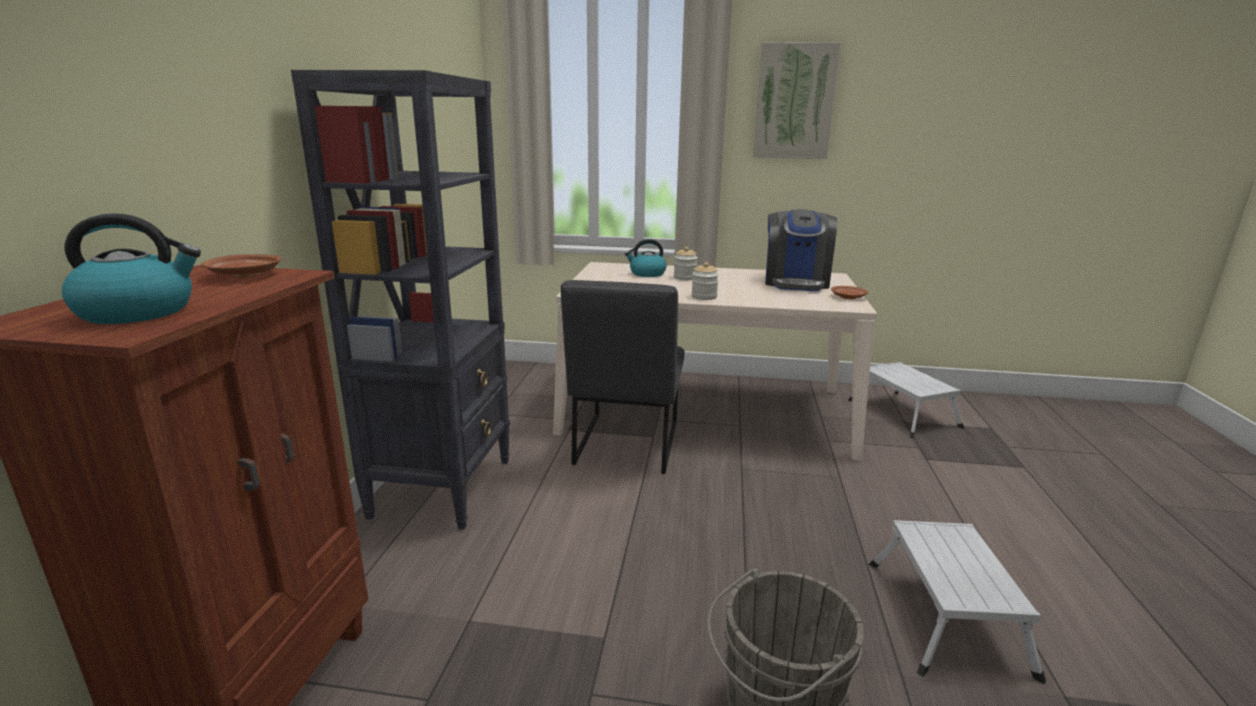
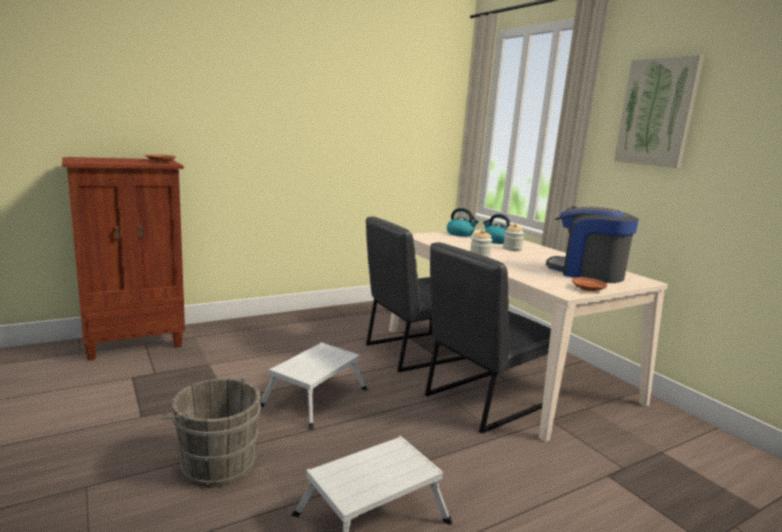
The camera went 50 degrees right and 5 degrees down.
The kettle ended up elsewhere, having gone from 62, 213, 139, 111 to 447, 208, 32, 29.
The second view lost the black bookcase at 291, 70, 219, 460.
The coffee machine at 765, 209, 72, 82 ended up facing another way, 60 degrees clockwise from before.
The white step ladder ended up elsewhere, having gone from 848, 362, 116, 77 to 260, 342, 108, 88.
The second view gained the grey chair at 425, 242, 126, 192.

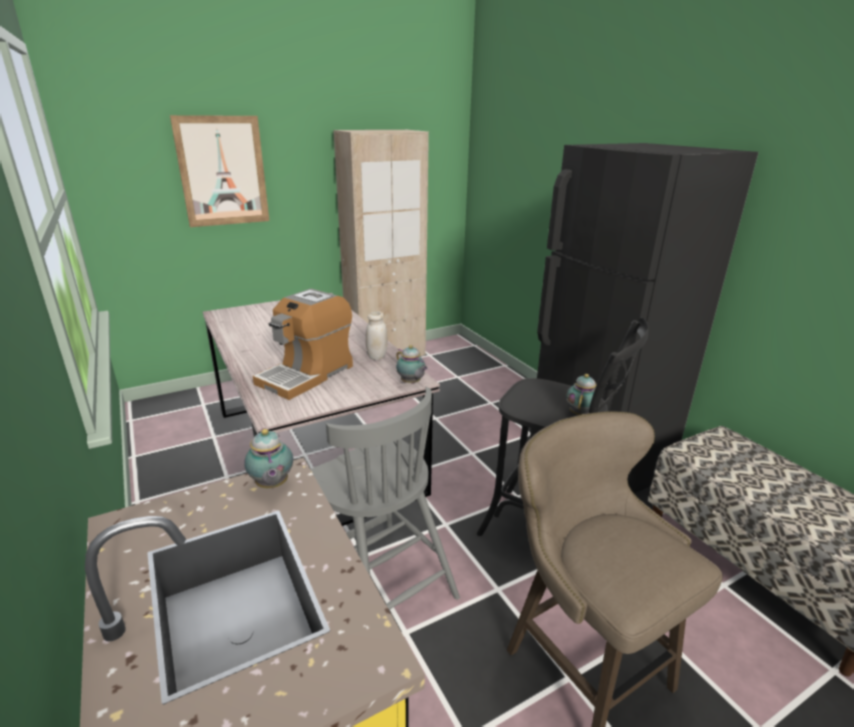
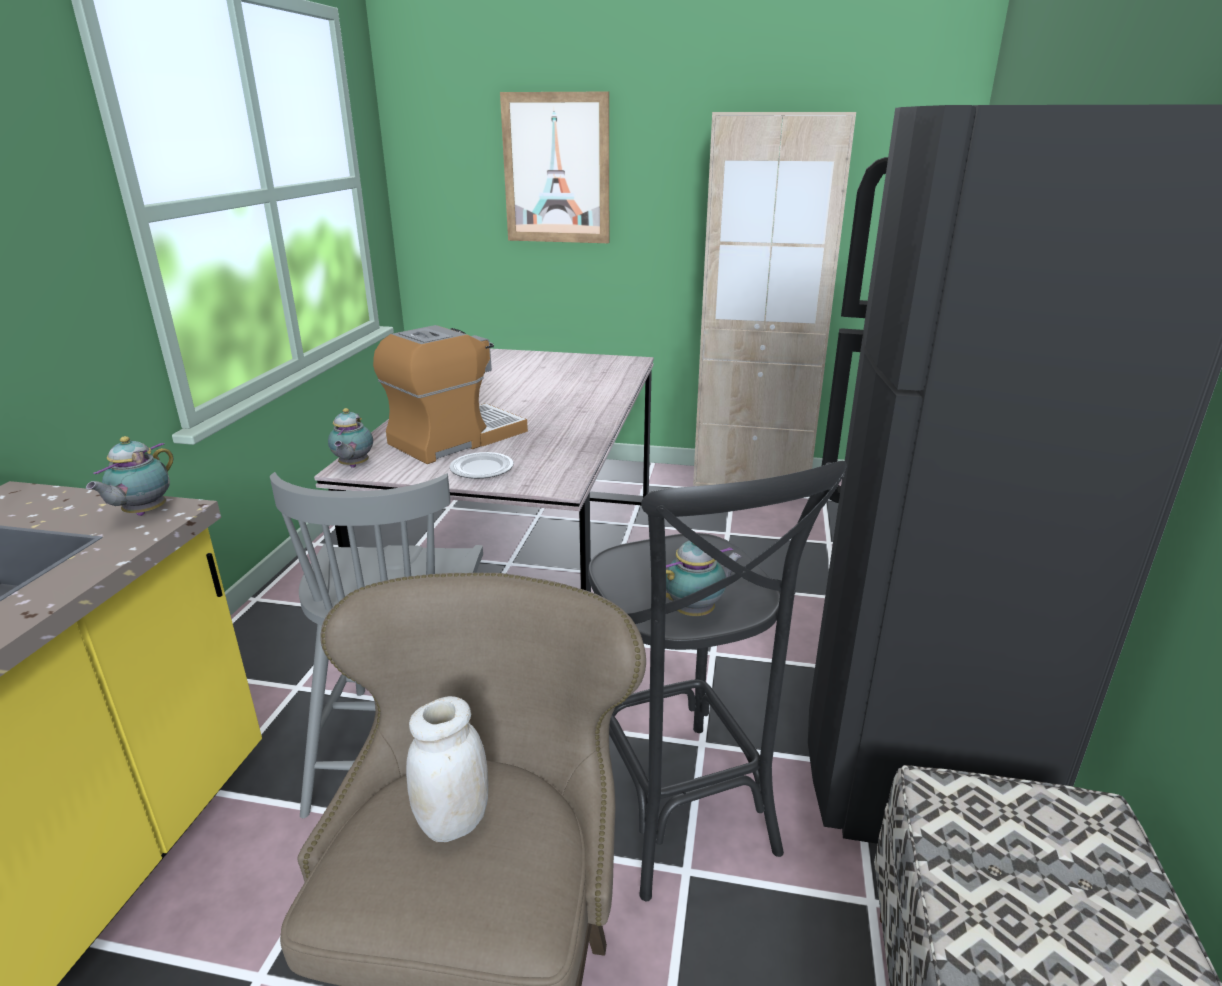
The camera went 40 degrees right and 0 degrees up.
The coffee machine at 253, 289, 100, 111 ended up facing another way, 150 degrees clockwise from before.
The white jar ended up elsewhere, having gone from 366, 311, 22, 49 to 406, 696, 82, 146.
The teapot ended up elsewhere, having gone from 396, 345, 32, 39 to 328, 408, 45, 60.
The second view gained the plate at 450, 452, 64, 27.

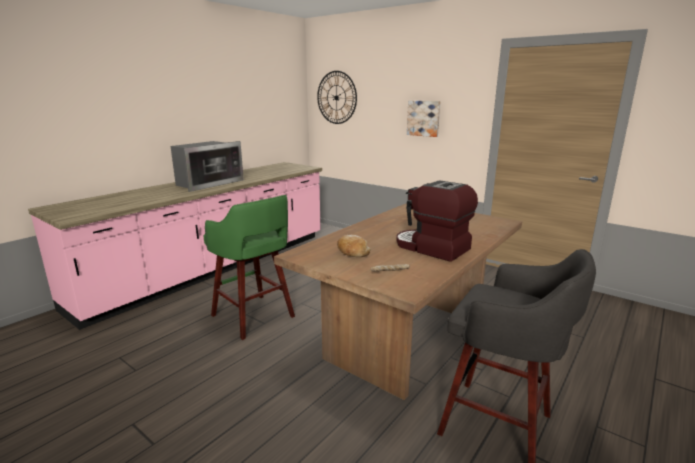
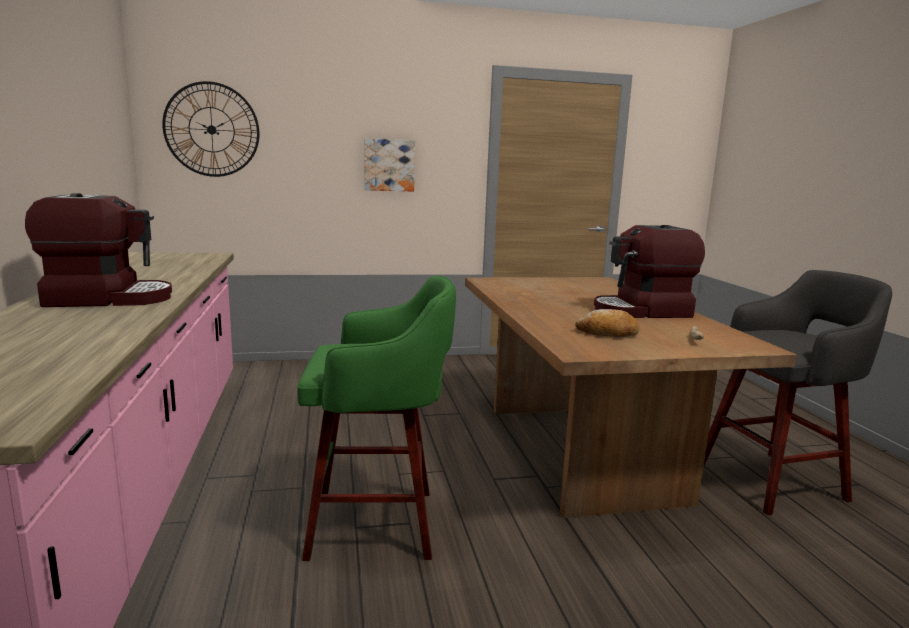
The camera went 50 degrees left and 5 degrees down.
Where the microwave stood at 170, 141, 74, 51, the coffee machine came to stand at 25, 193, 147, 114.

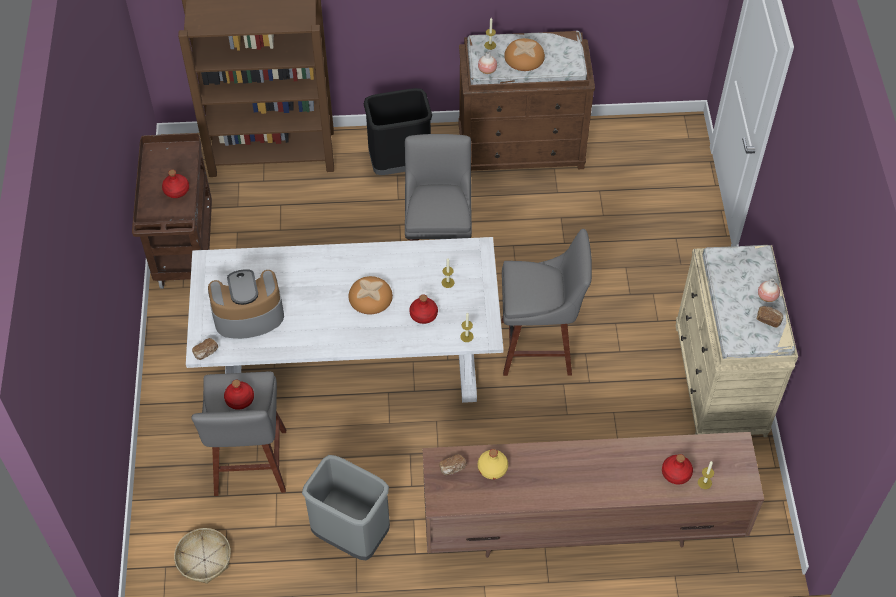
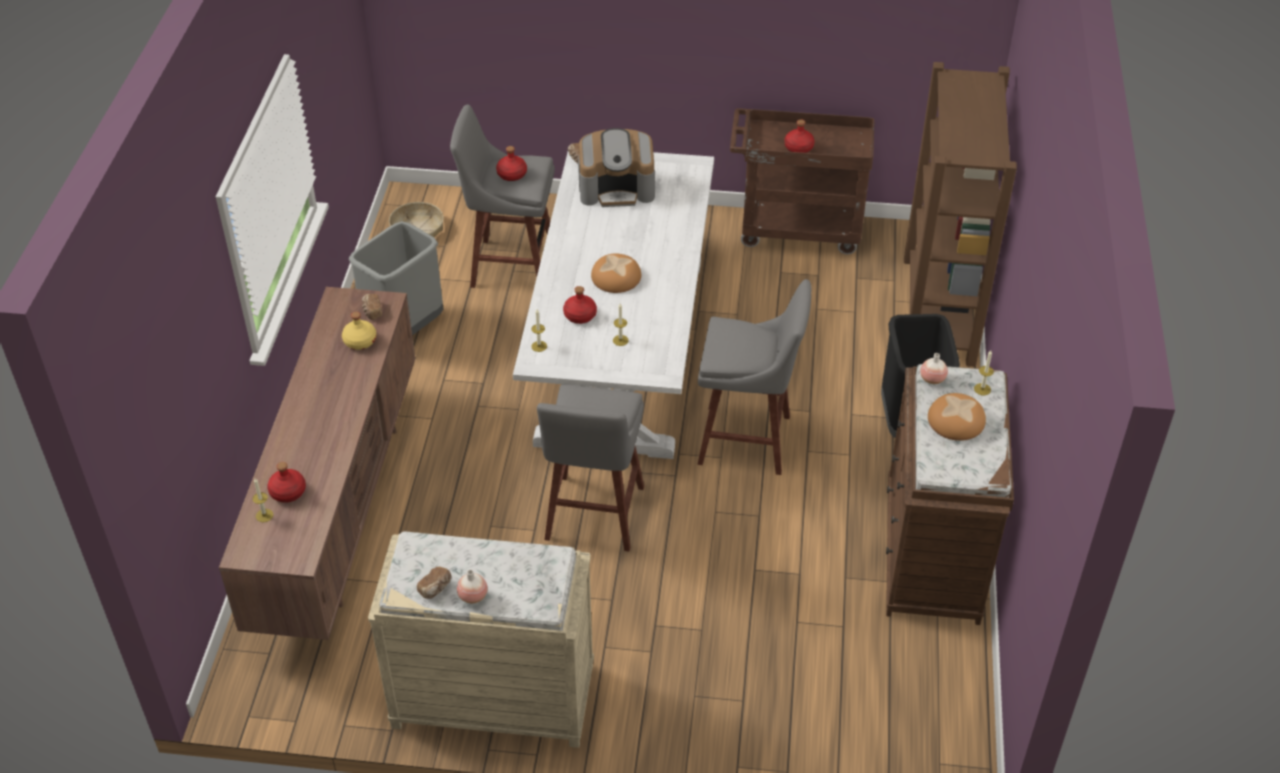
The camera went 100 degrees right and 10 degrees down.
The coffee machine at 208, 269, 76, 70 ended up facing another way, 90 degrees clockwise from before.

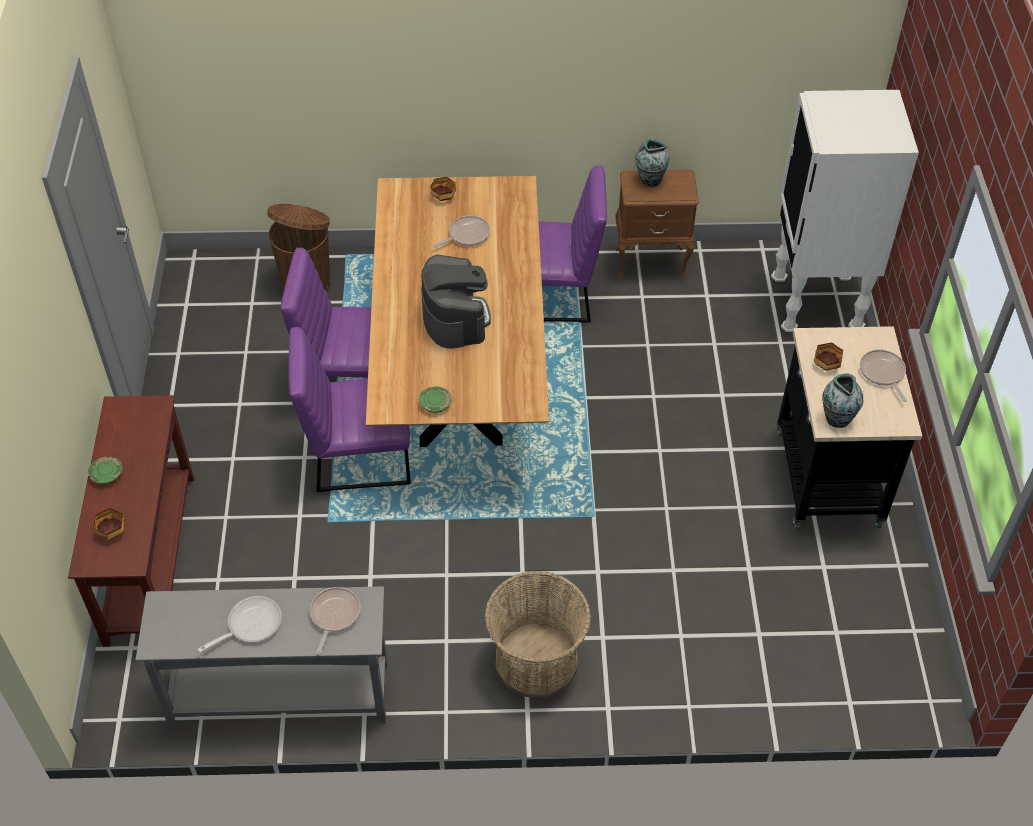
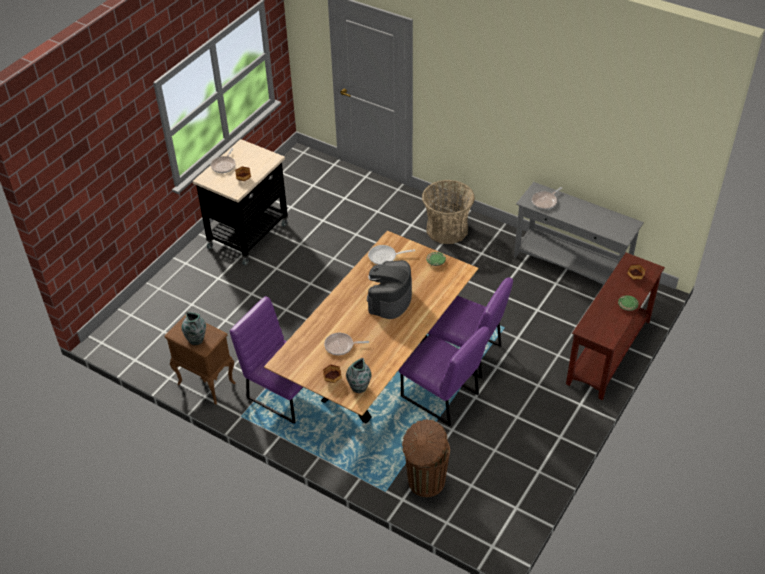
The camera went 145 degrees left and 5 degrees down.
The frying pan ended up elsewhere, having gone from 198, 596, 84, 56 to 368, 245, 47, 20.
The second view lost the white cabinet at 771, 90, 148, 242.
The vase ended up elsewhere, having gone from 822, 373, 41, 55 to 346, 358, 26, 35.

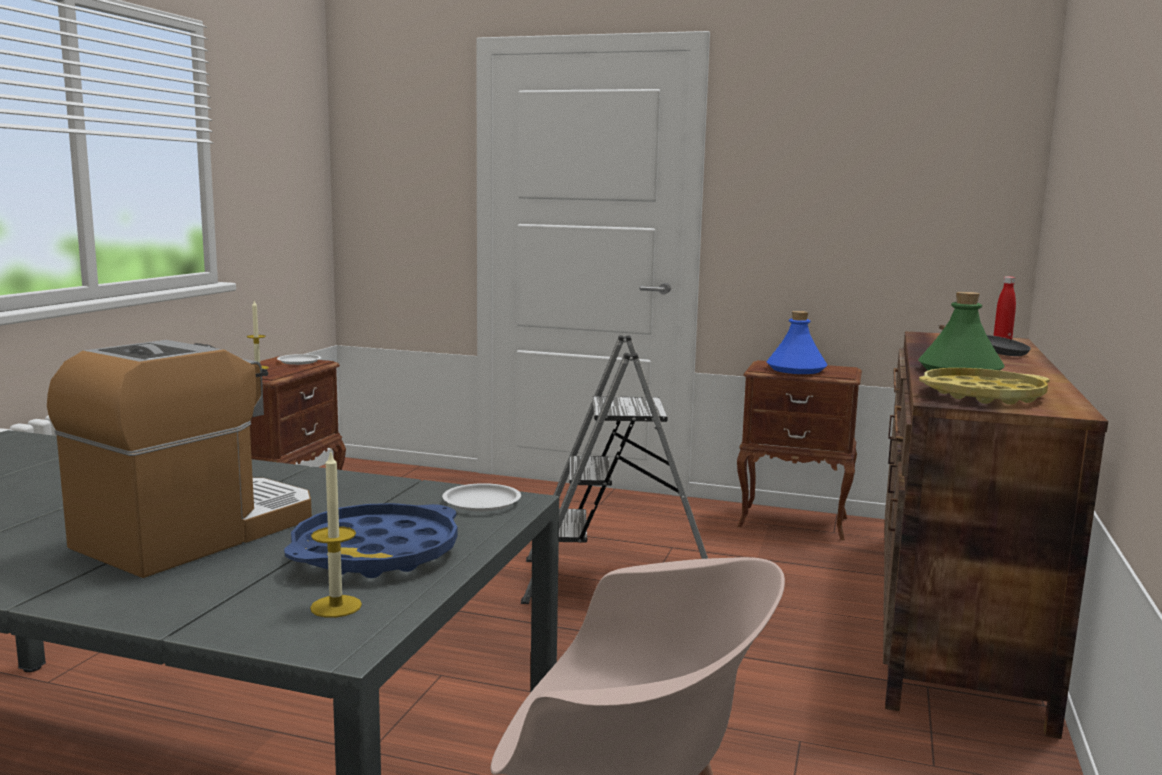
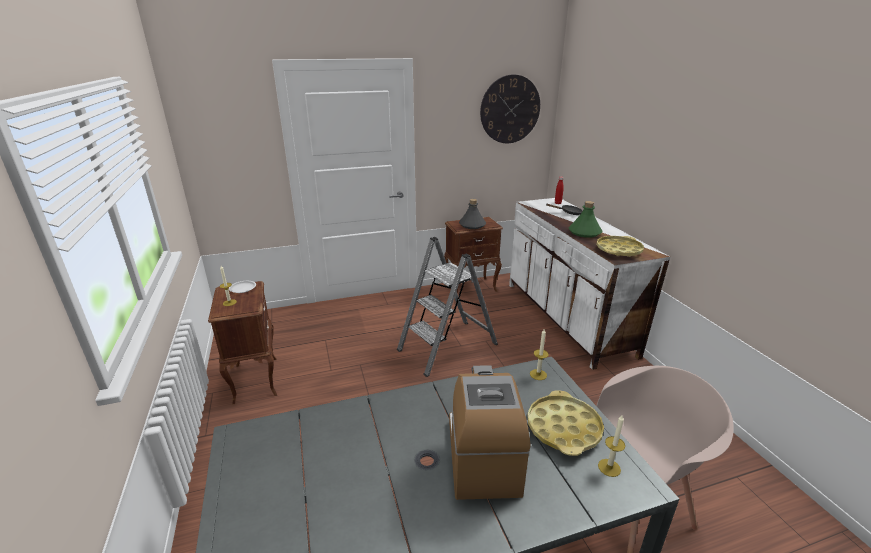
The camera went 35 degrees left and 15 degrees up.
What was the blue tray at 284, 503, 173, 75 turned into the yellow tray at 527, 390, 77, 66.
Where the white plate stood at 442, 483, 79, 29, the candle came to stand at 530, 329, 19, 51.
What was the blue bottle at 766, 311, 61, 63 turned into the grey bottle at 459, 199, 27, 30.
What was the brown cabinet at 883, 331, 225, 408 turned into the white cabinet at 509, 198, 161, 172.
The second view gained the wall clock at 480, 75, 60, 68.

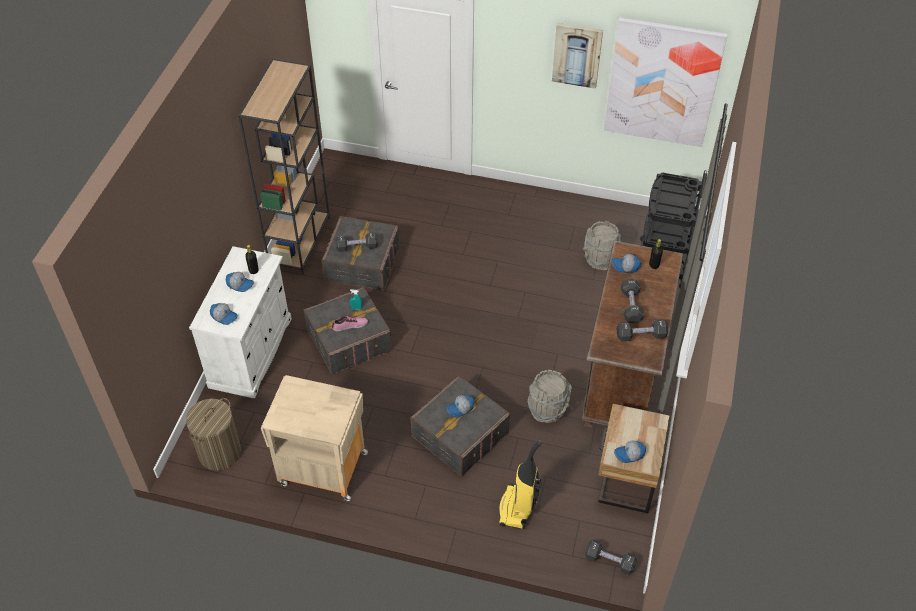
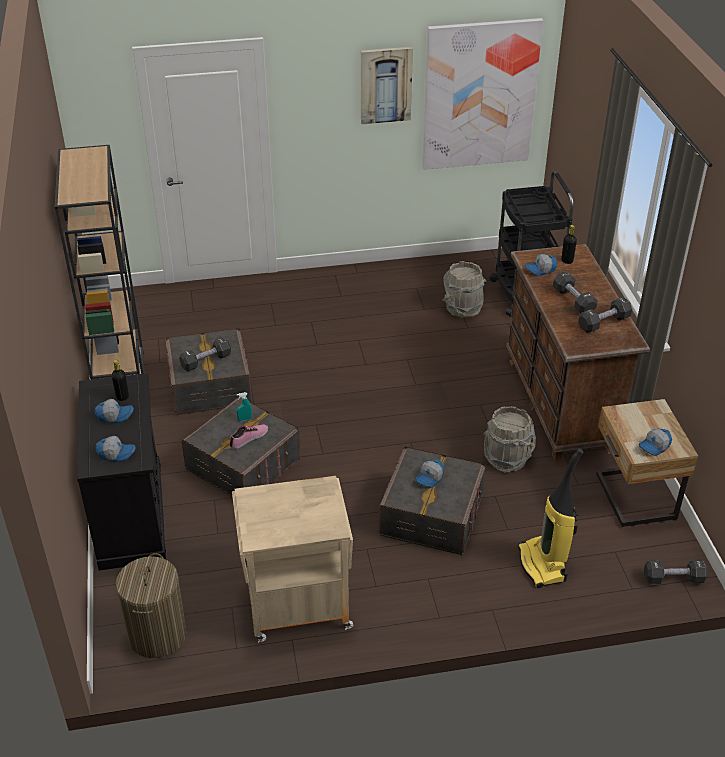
The camera went 25 degrees left and 10 degrees down.
What was the white cabinet at 189, 246, 103, 152 turned into the black cabinet at 77, 373, 89, 197.

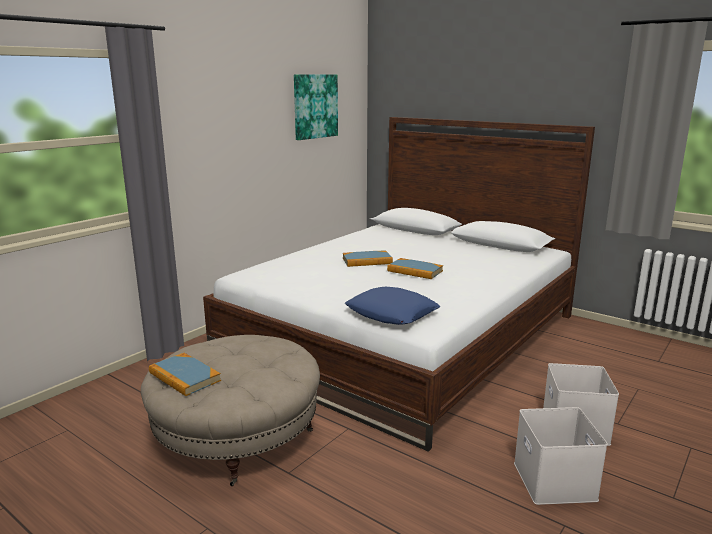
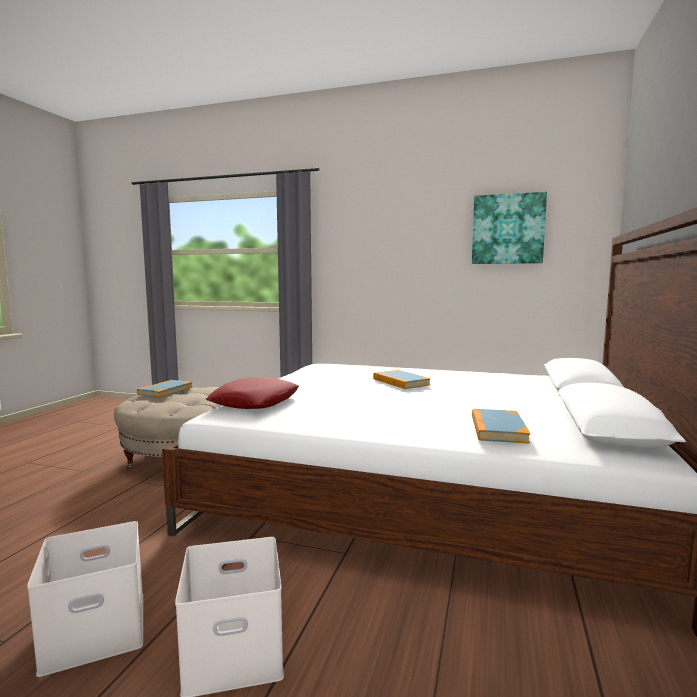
The camera went 70 degrees right and 10 degrees down.
What was the blue pillow at 345, 287, 95, 38 turned into the red pillow at 206, 378, 93, 31.
The book ended up elsewhere, having gone from 387, 258, 56, 21 to 472, 409, 58, 35.

